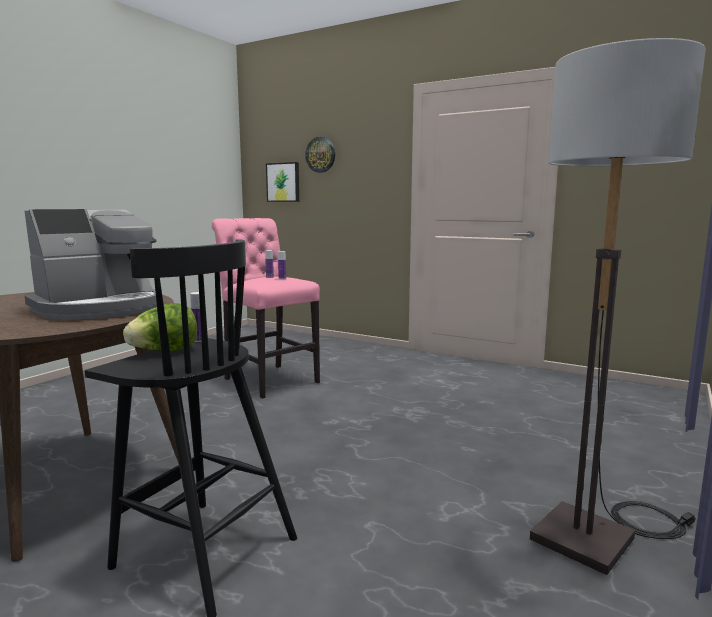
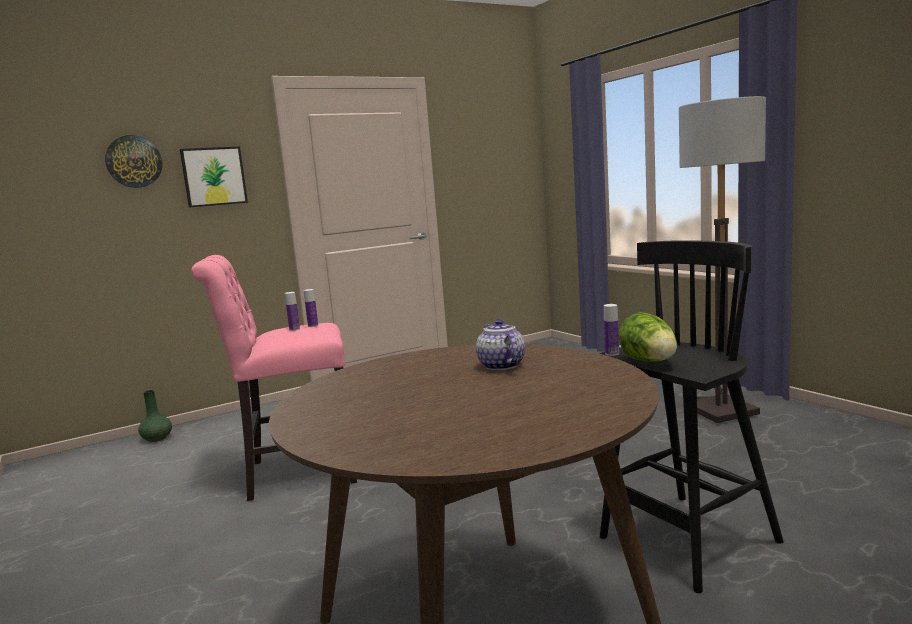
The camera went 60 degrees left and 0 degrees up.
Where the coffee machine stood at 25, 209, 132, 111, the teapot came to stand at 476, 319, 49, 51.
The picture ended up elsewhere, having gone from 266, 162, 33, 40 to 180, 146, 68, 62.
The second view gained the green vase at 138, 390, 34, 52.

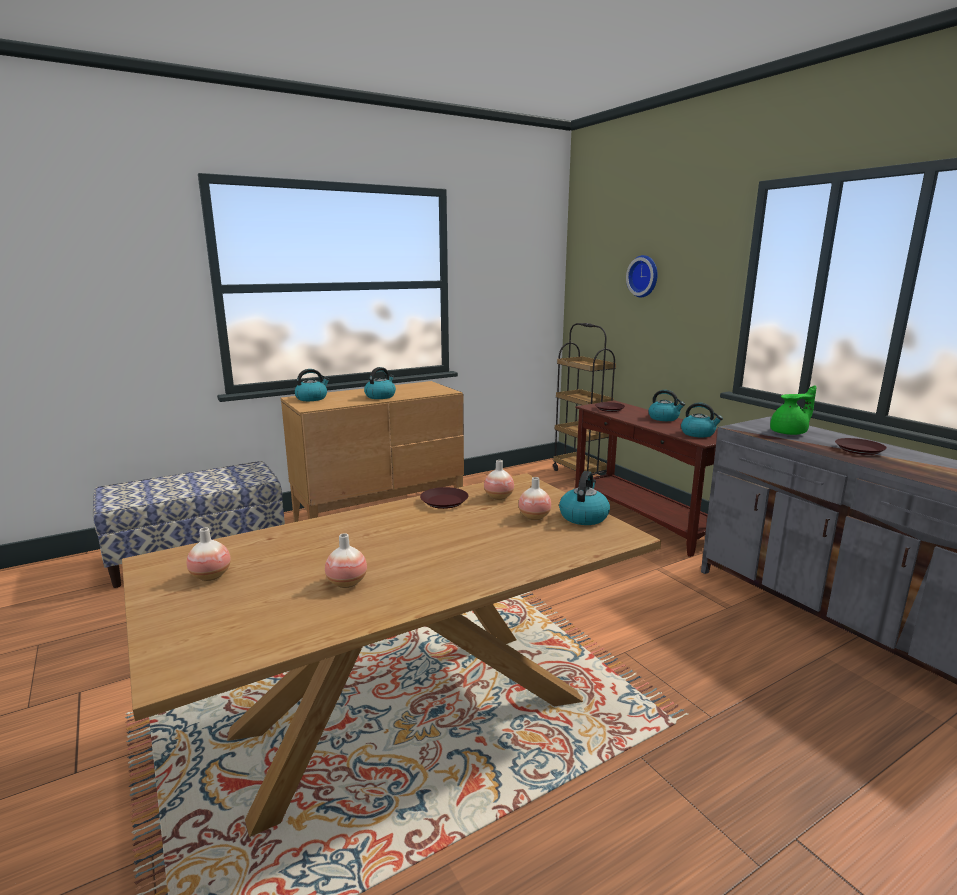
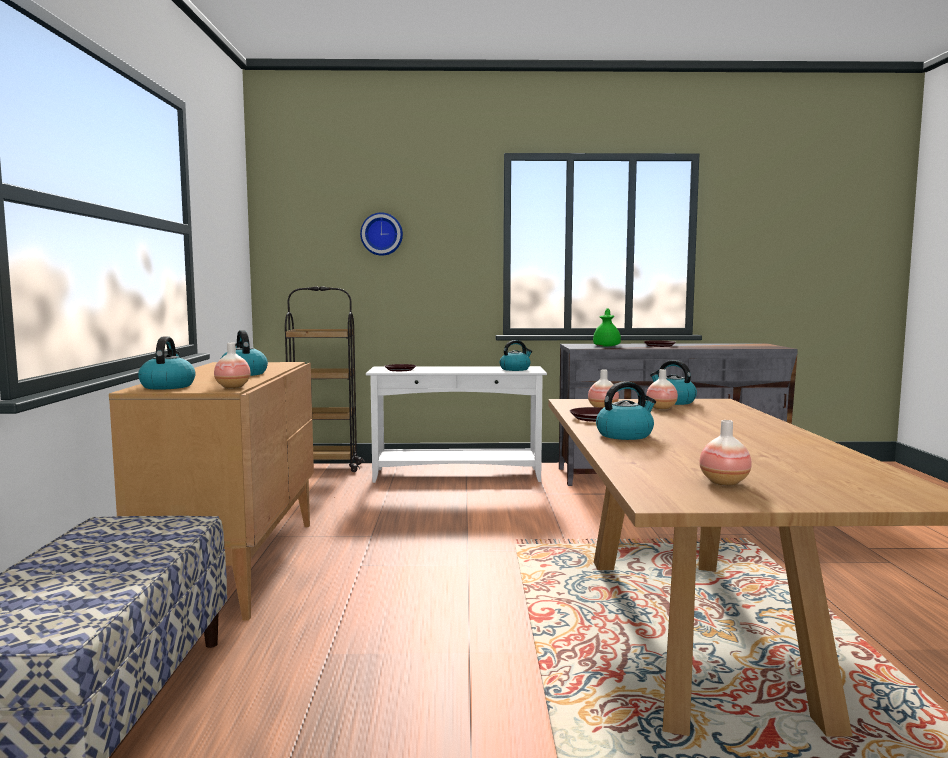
The camera went 60 degrees left and 10 degrees down.
The vase ended up elsewhere, having gone from 325, 533, 42, 55 to 214, 343, 37, 45.
What was the brown console table at 575, 400, 143, 157 turned into the white console table at 366, 366, 181, 117.
The kettle ended up elsewhere, having gone from 648, 390, 37, 31 to 596, 381, 60, 59.

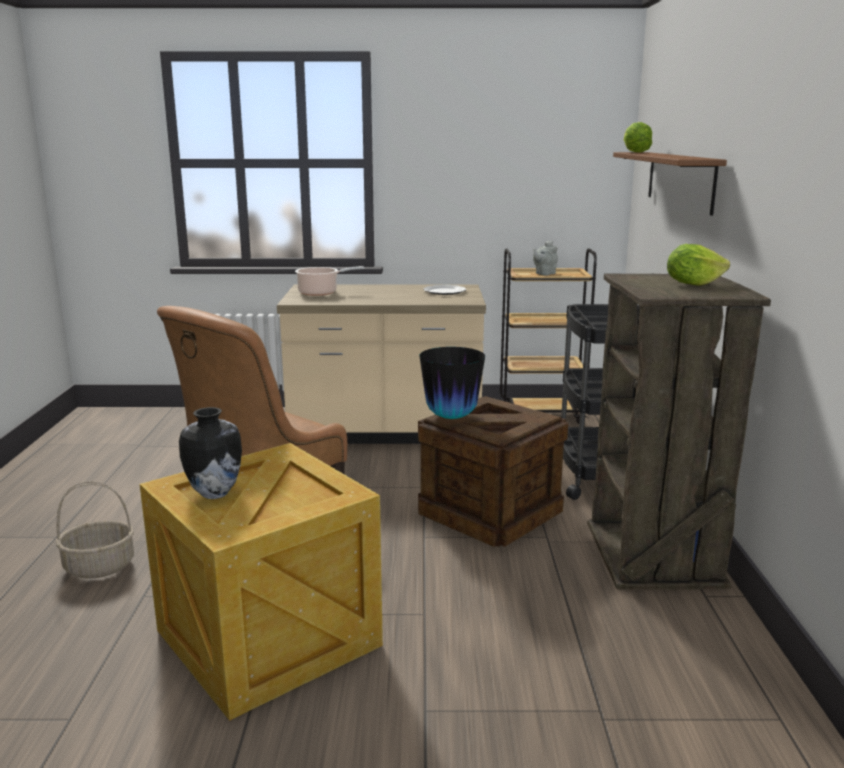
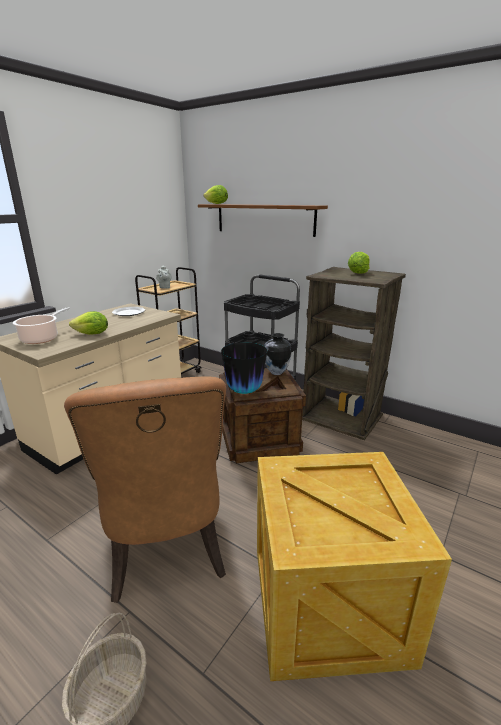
The camera went 55 degrees left and 5 degrees up.
The vase ended up elsewhere, having gone from 179, 407, 63, 92 to 264, 333, 27, 42.
The second view gained the lettuce at 69, 311, 39, 24.

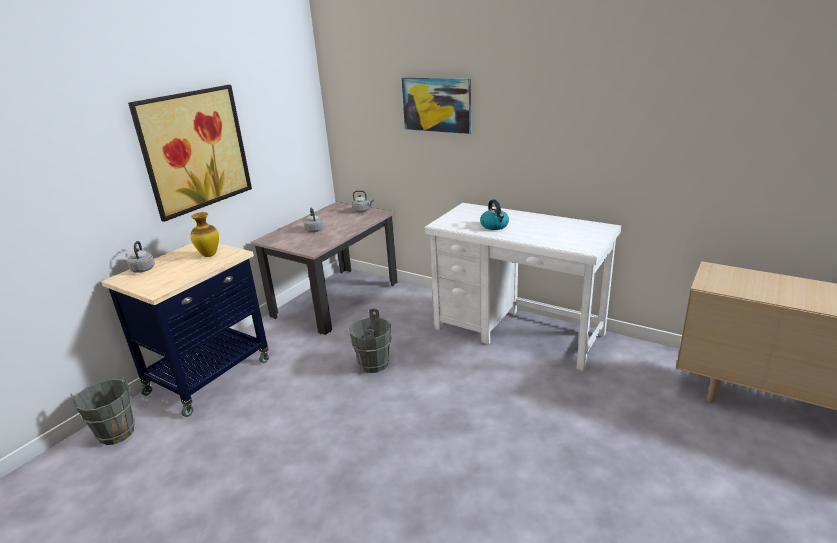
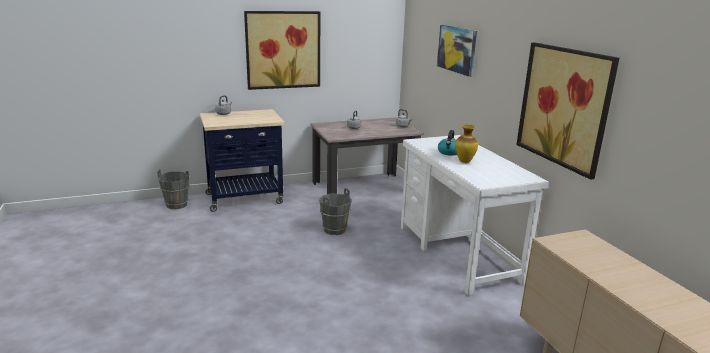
The camera went 35 degrees right and 5 degrees down.
The vase ended up elsewhere, having gone from 190, 212, 29, 45 to 455, 125, 23, 38.
The second view gained the picture at 516, 42, 104, 138.

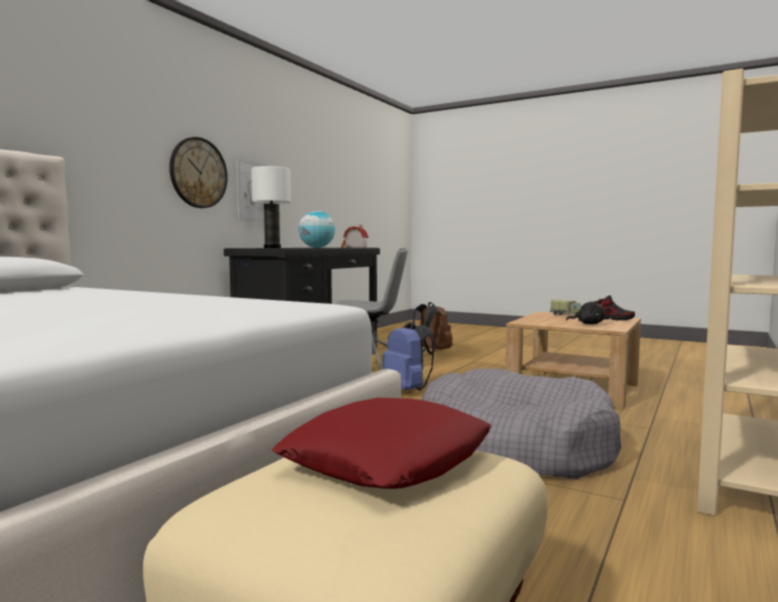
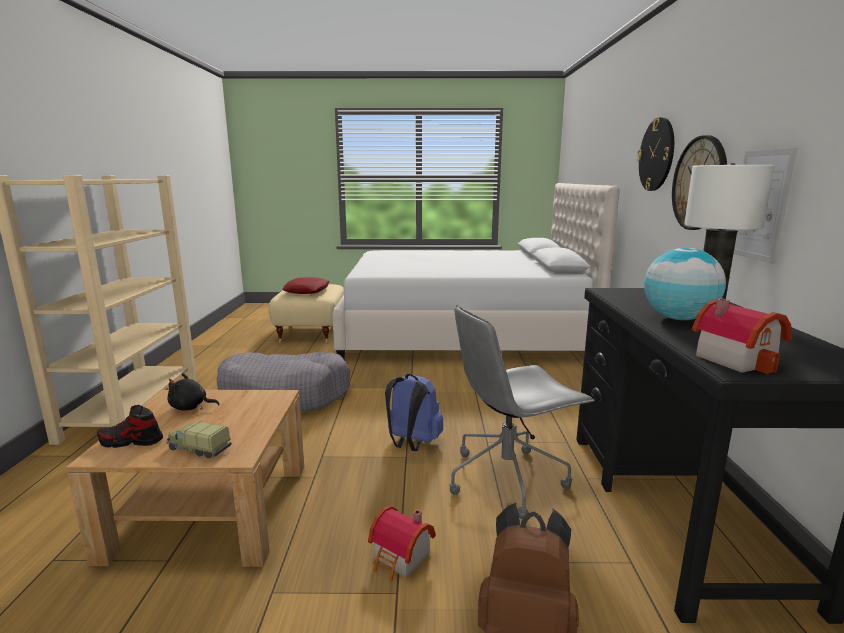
The camera went 150 degrees right and 10 degrees up.
The second view gained the toy house at 368, 505, 68, 77.
The second view gained the wall clock at 637, 117, 37, 74.

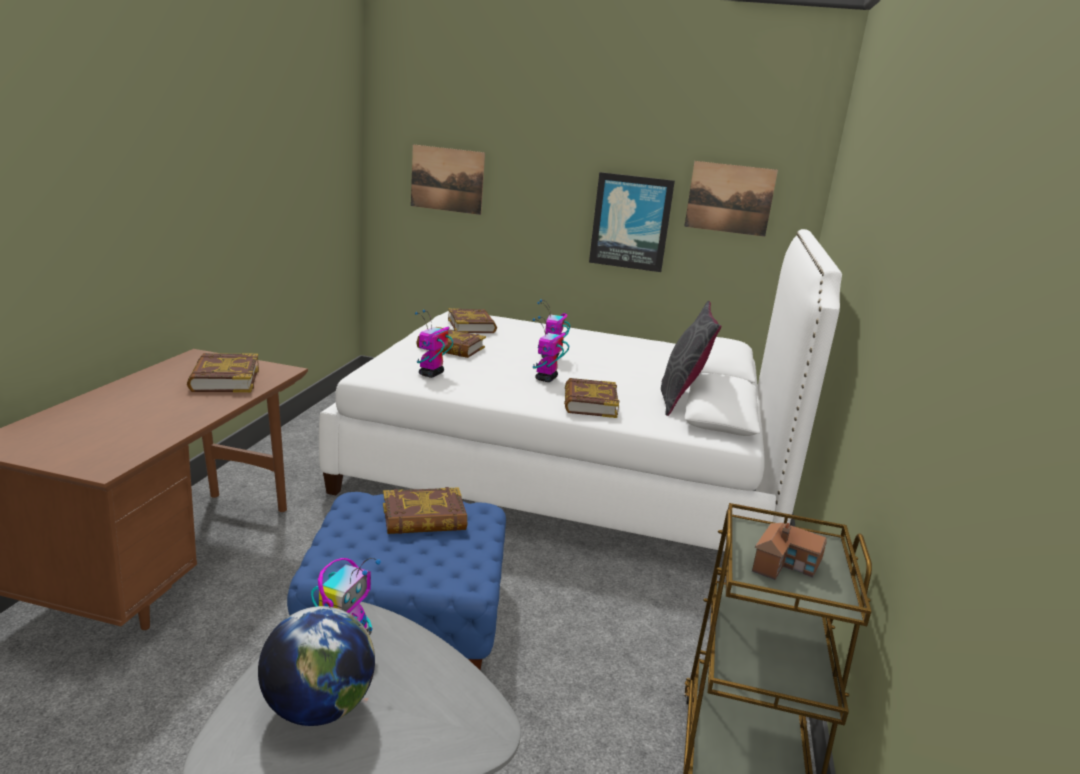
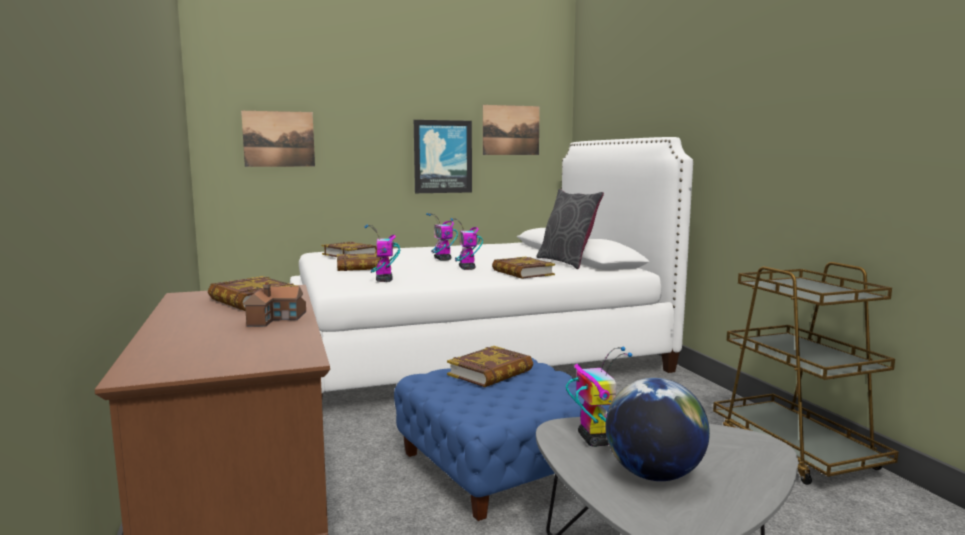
The camera went 30 degrees left and 10 degrees down.
The toy house ended up elsewhere, having gone from 752, 523, 75, 57 to 243, 282, 63, 45.

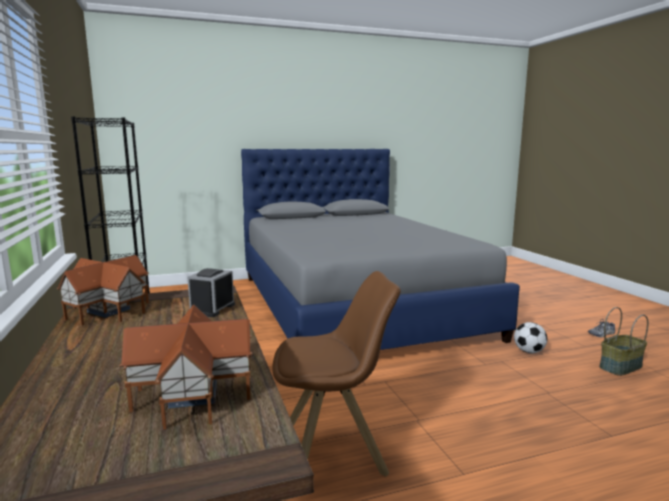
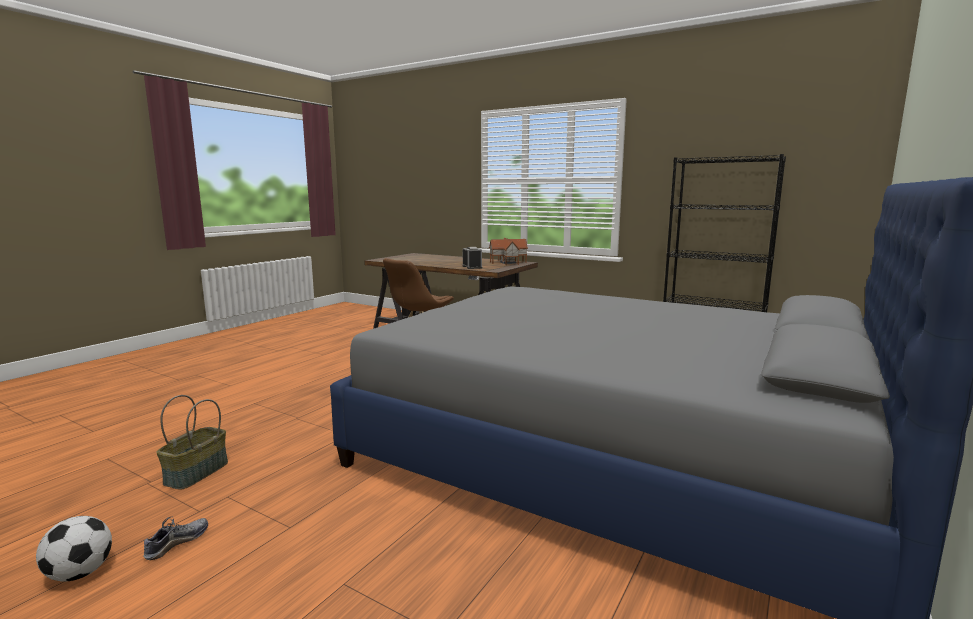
The camera went 140 degrees right and 0 degrees up.
The second view lost the toy house at 120, 305, 132, 124.
The football ended up elsewhere, having gone from 514, 322, 33, 31 to 36, 516, 76, 66.

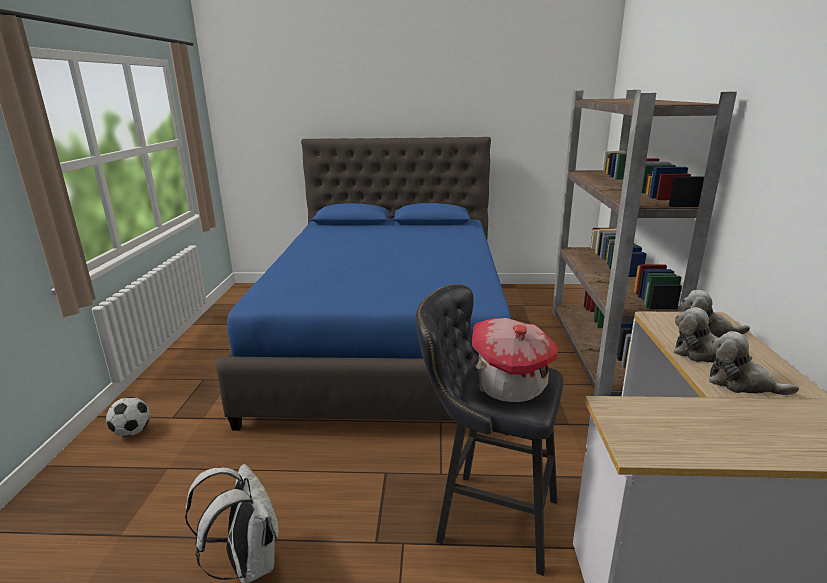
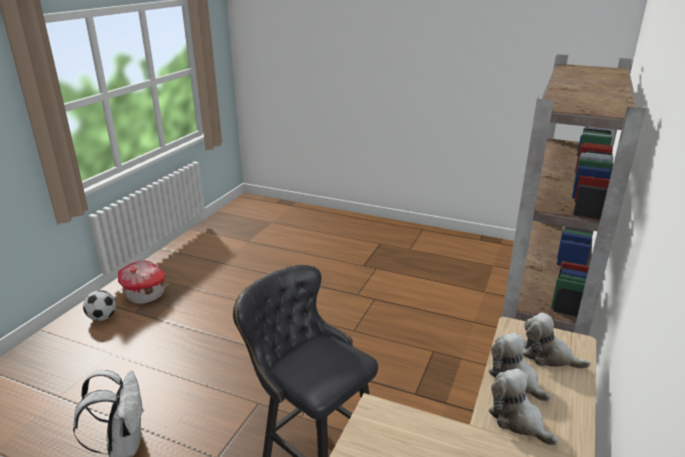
The camera went 20 degrees right and 5 degrees up.
The second view lost the blue bed at 216, 137, 295, 298.
The toy house ended up elsewhere, having gone from 472, 318, 86, 84 to 118, 260, 47, 44.

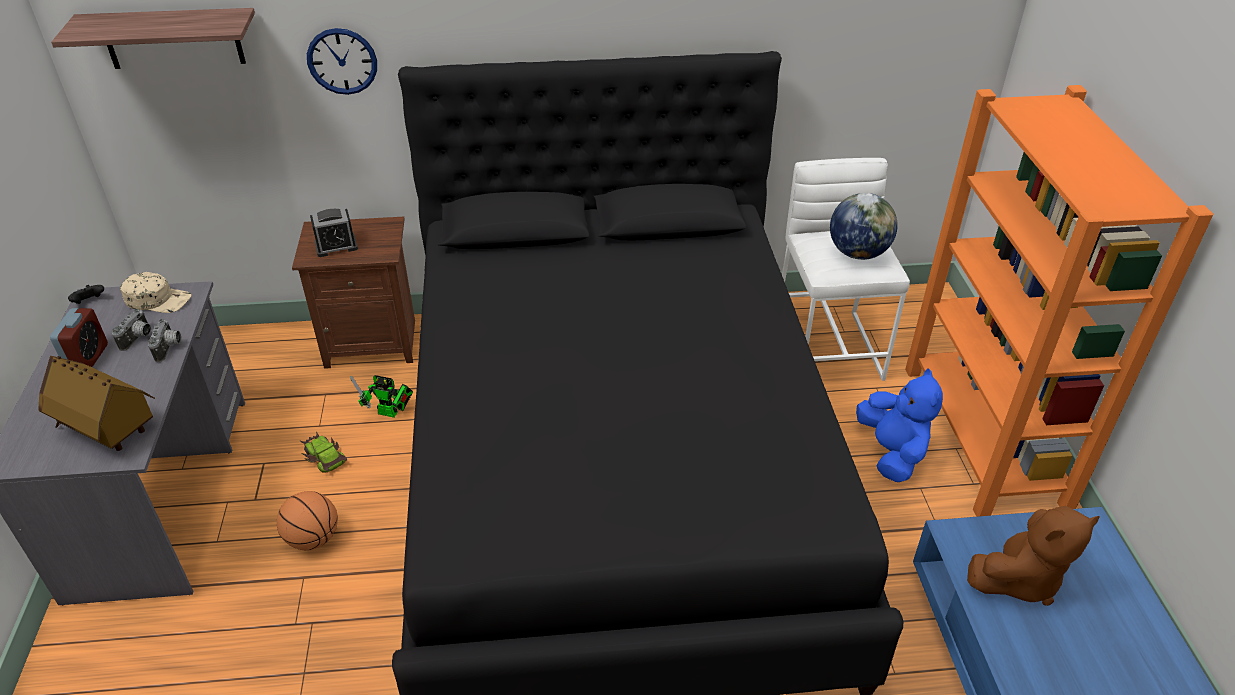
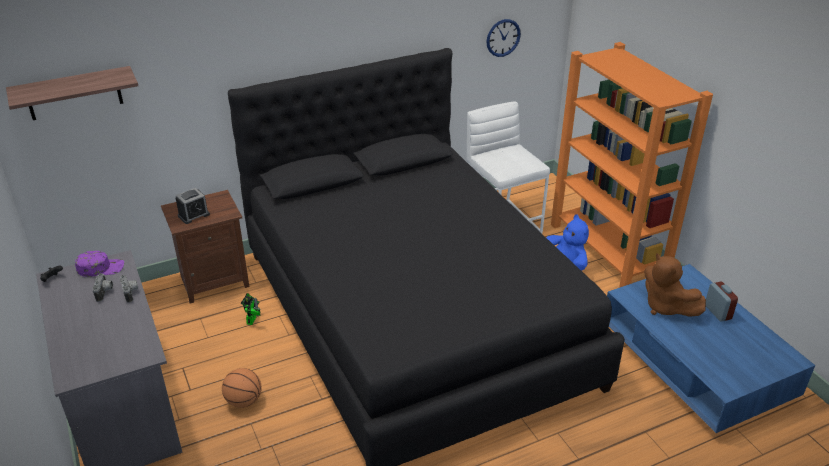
The camera went 20 degrees left and 5 degrees down.
The second view lost the toy house at 38, 356, 117, 95.
The alarm clock ended up elsewhere, having gone from 50, 308, 58, 59 to 706, 281, 32, 41.
What was the beige cap at 120, 272, 72, 41 turned into the purple cap at 75, 251, 49, 26.
The second view lost the toy car at 300, 432, 47, 41.
The wall clock ended up elsewhere, having gone from 307, 28, 70, 67 to 486, 19, 35, 38.
The toy robot at 350, 375, 63, 43 ended up facing another way, 75 degrees counterclockwise from before.
The second view lost the globe at 830, 193, 67, 67.
The brown plush toy at 967, 506, 133, 100 ended up facing another way, 105 degrees clockwise from before.

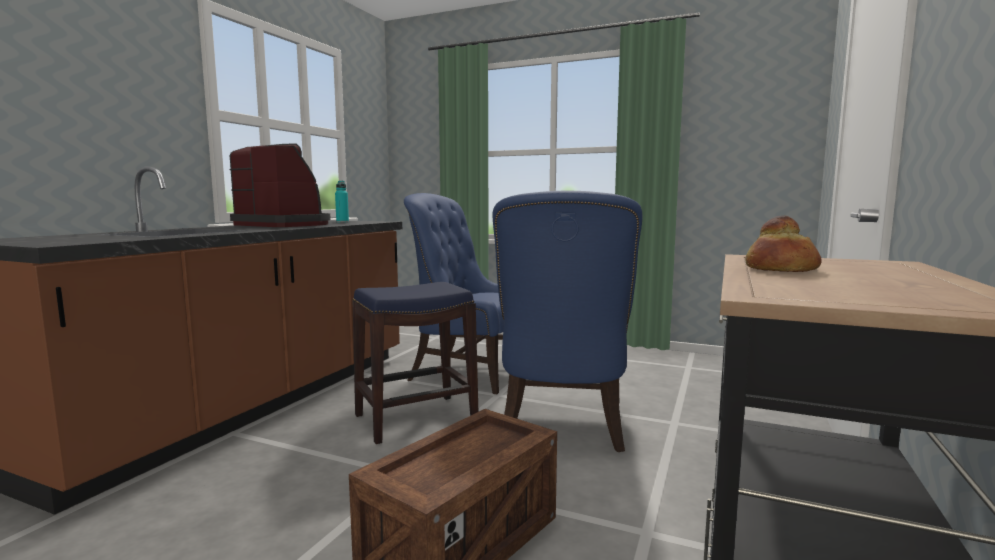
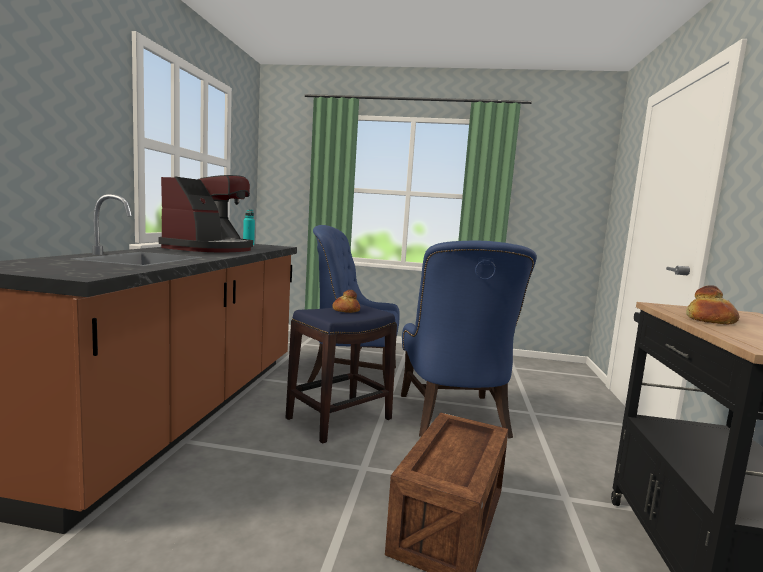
The camera went 15 degrees left and 0 degrees up.
The coffee machine at 229, 144, 102, 83 ended up facing another way, 90 degrees clockwise from before.
The second view gained the bread at 332, 290, 28, 23.

